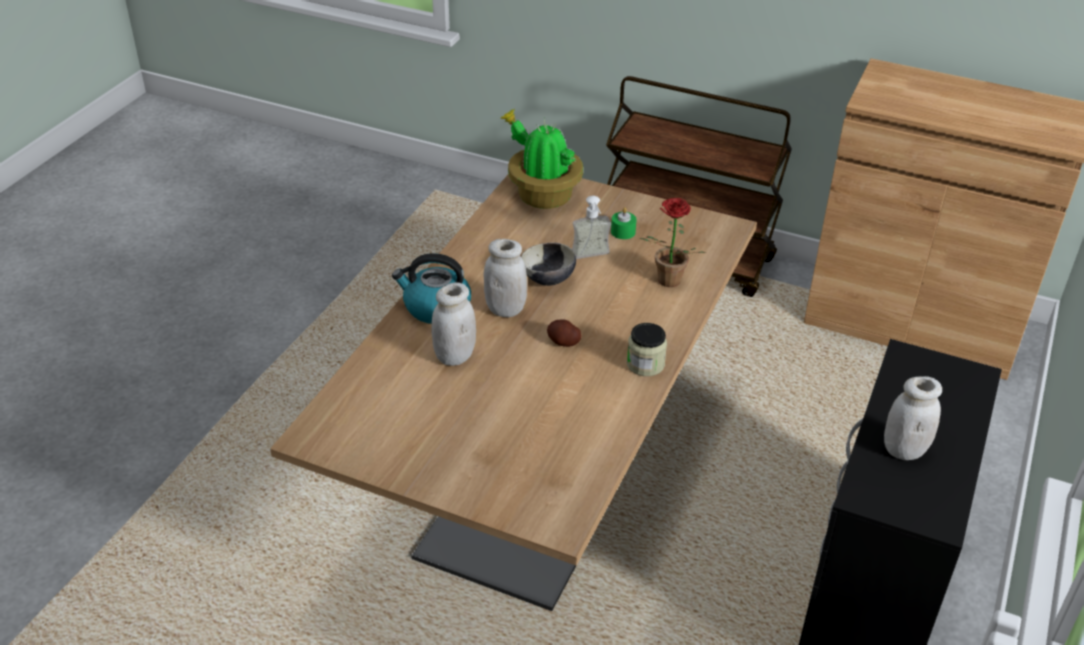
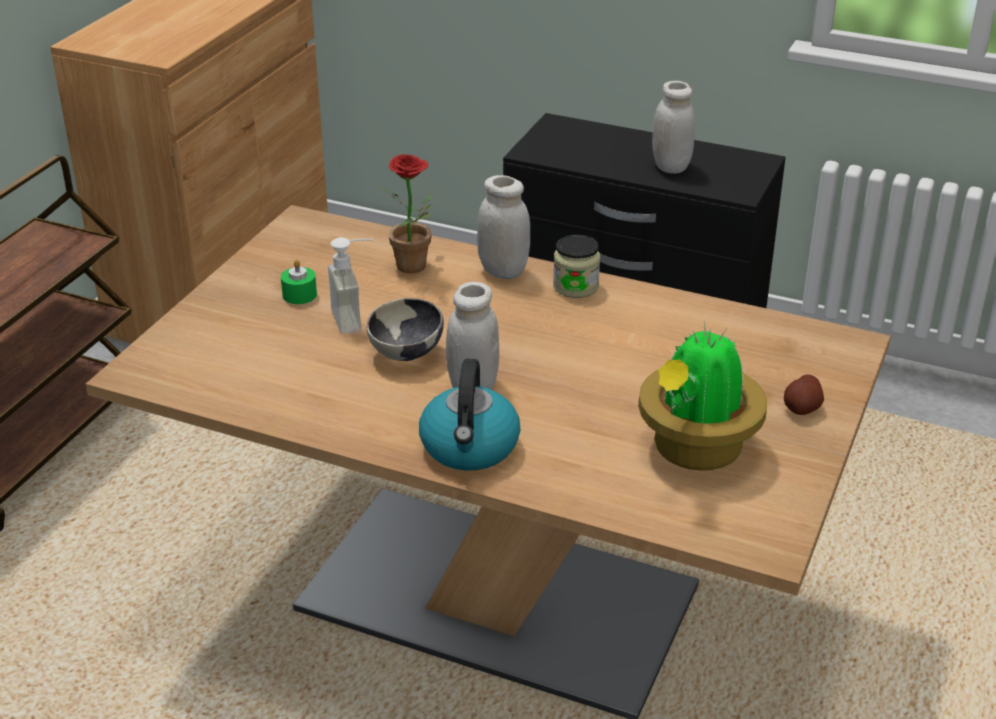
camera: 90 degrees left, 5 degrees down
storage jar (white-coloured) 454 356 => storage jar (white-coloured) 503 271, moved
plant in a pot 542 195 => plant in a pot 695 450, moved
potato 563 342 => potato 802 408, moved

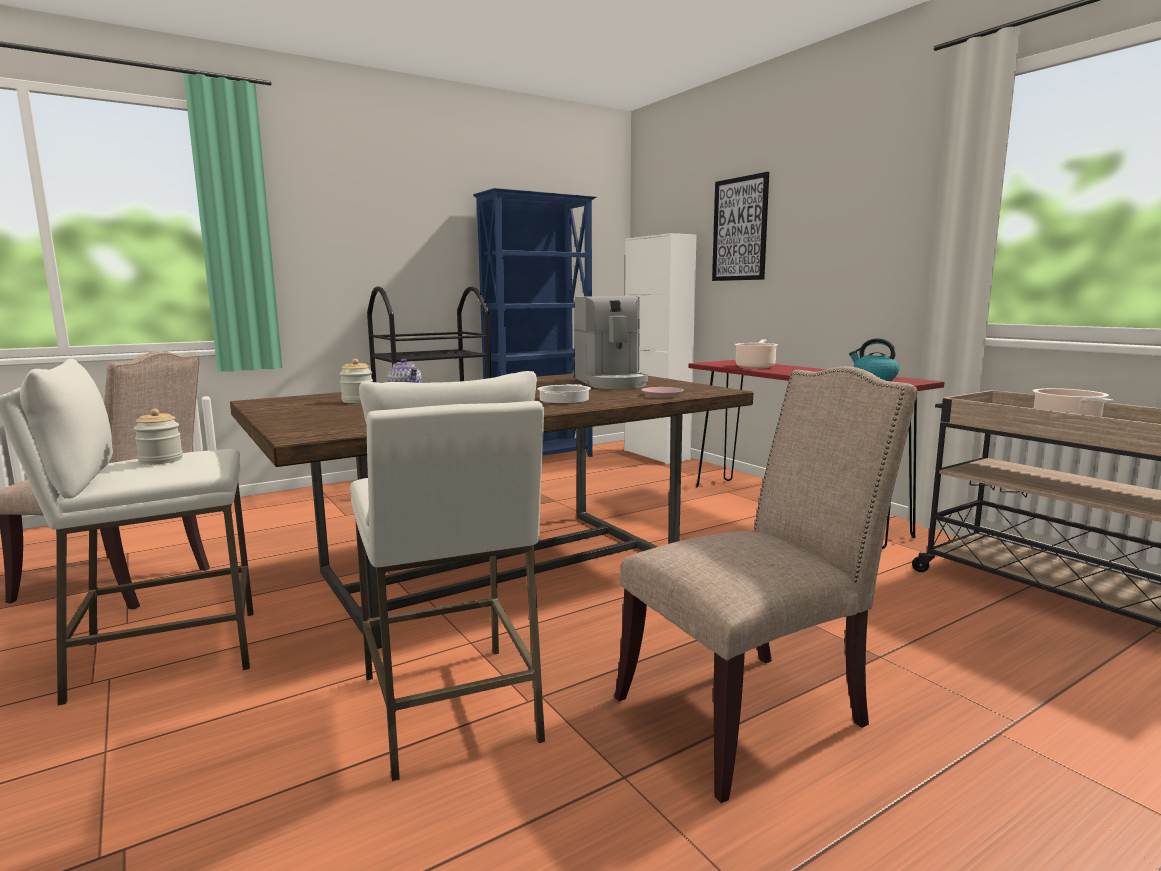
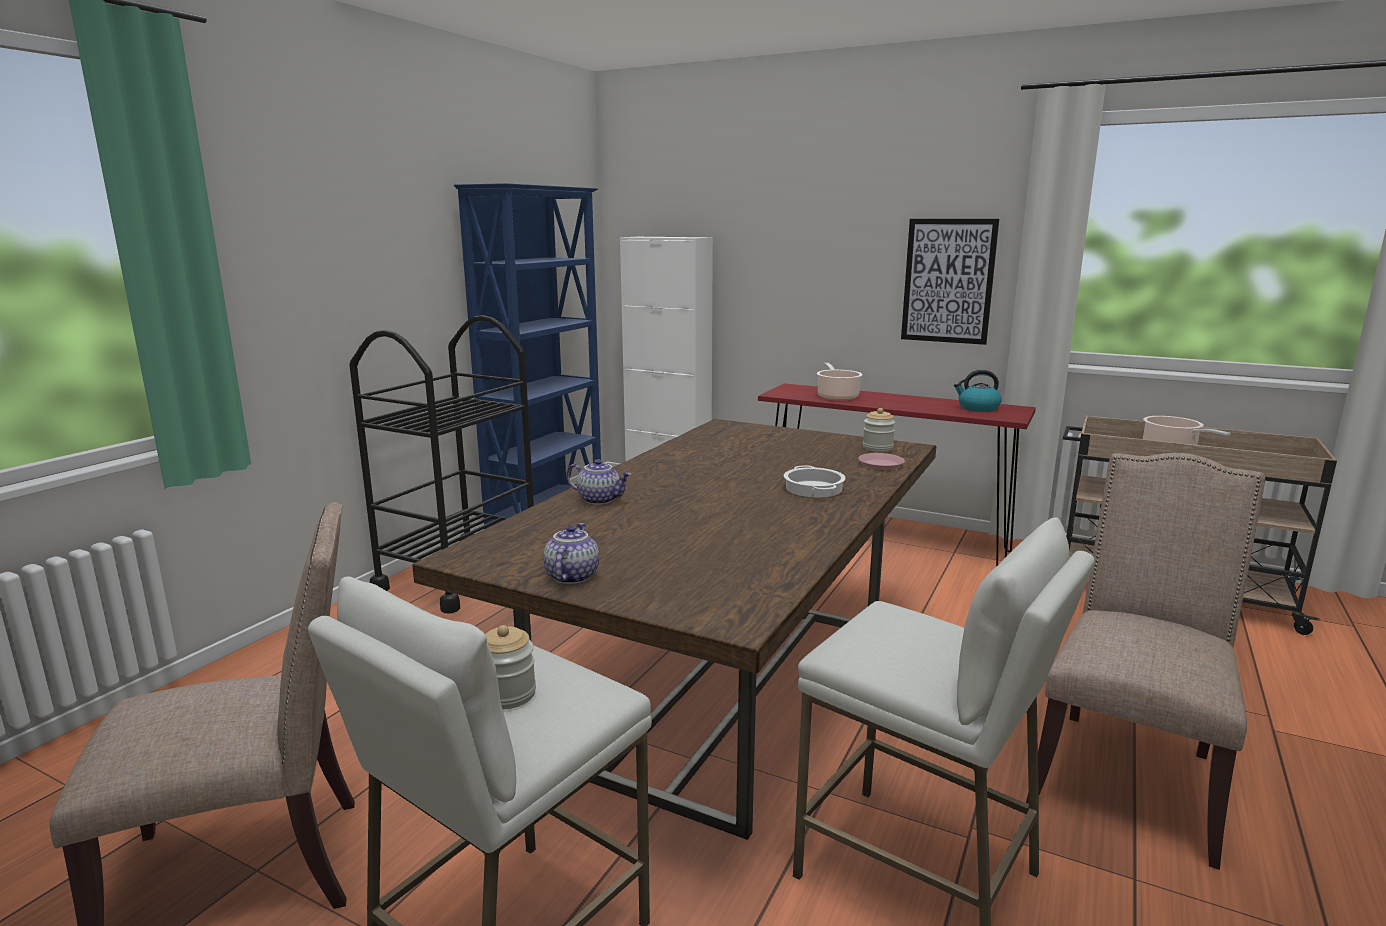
camera: 30 degrees left, 5 degrees up
storage jar 358 401 => storage jar 877 448, moved
coffee brewer 611 382 => nothing
wall picture 740 229 => wall picture 948 281, moved
nothing => teapot 571 576

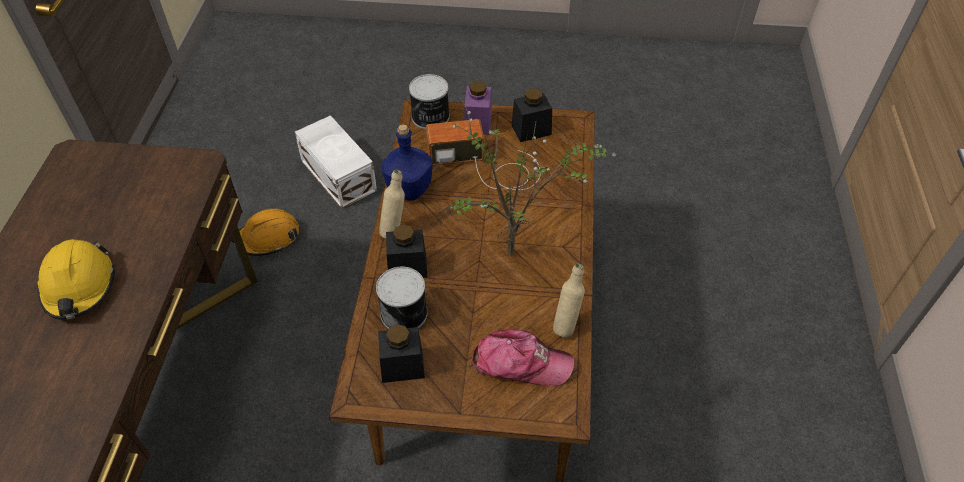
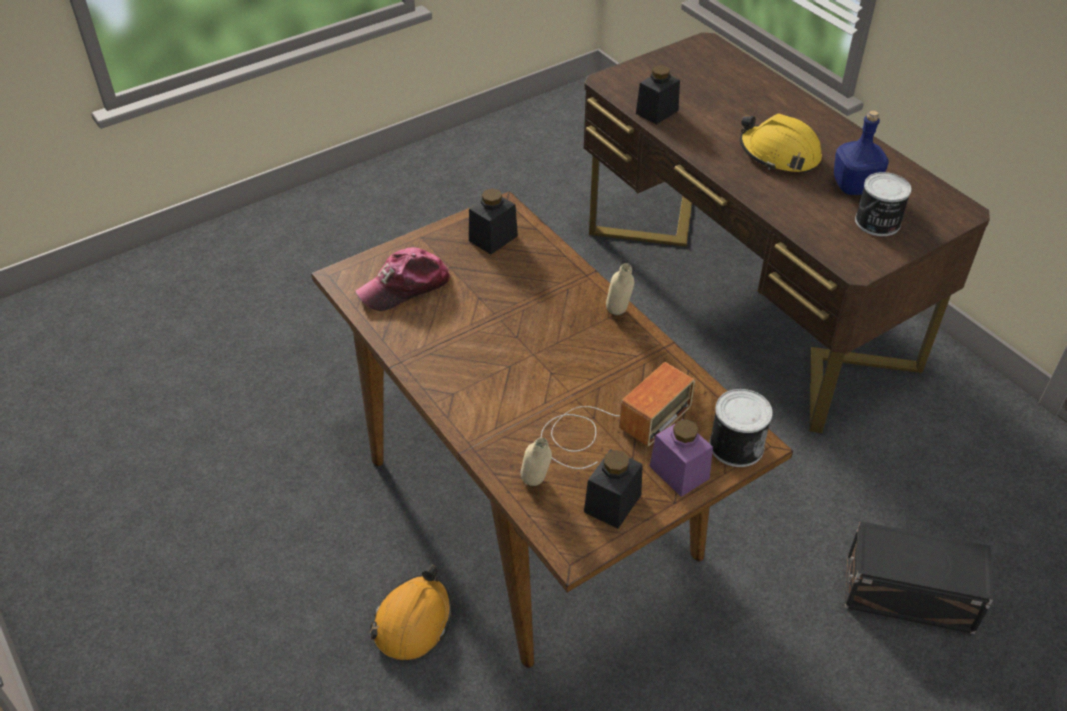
camera: 140 degrees right, 5 degrees down
work helmet (orangey) 268 238 => work helmet (orangey) 413 621, moved
storage bin (white-coloured) 339 174 => storage bin (black) 911 596
metal can 405 312 => metal can 877 223, moved
bottle (blue) 409 188 => bottle (blue) 854 187, moved
storage jar (black) 407 266 => storage jar (black) 657 112, moved
plant in a pot 517 253 => nothing
bottle (beige-coloured) 566 324 => bottle (beige-coloured) 536 488, moved

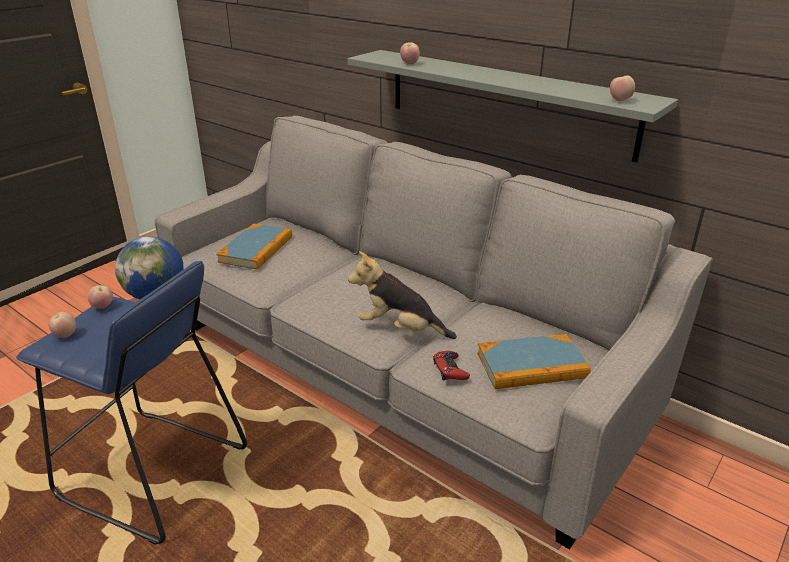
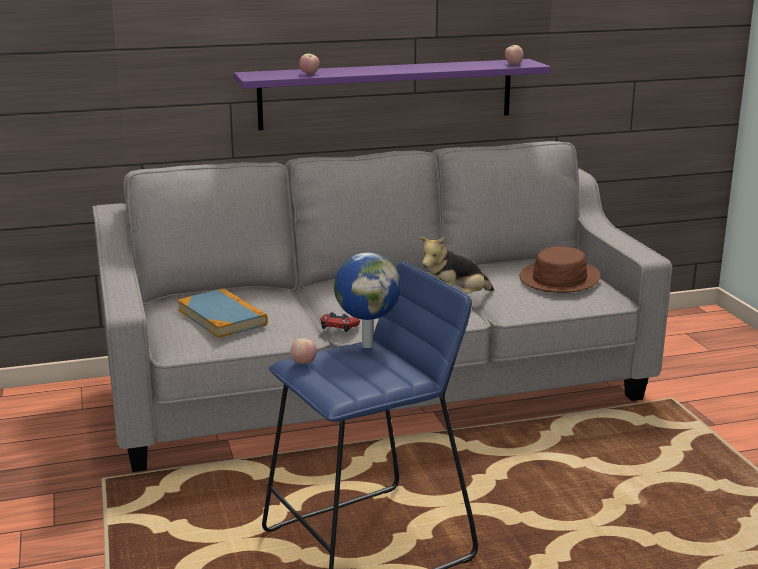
camera: 55 degrees left, 10 degrees down
whole apple 66 335 => nothing
shelf (gray) 506 102 => shelf (purple-coloured) 387 94
gamepad (red-coloured) 450 369 => gamepad (red-coloured) 339 326, moved
book 531 365 => wearable hat (brownish) 560 278

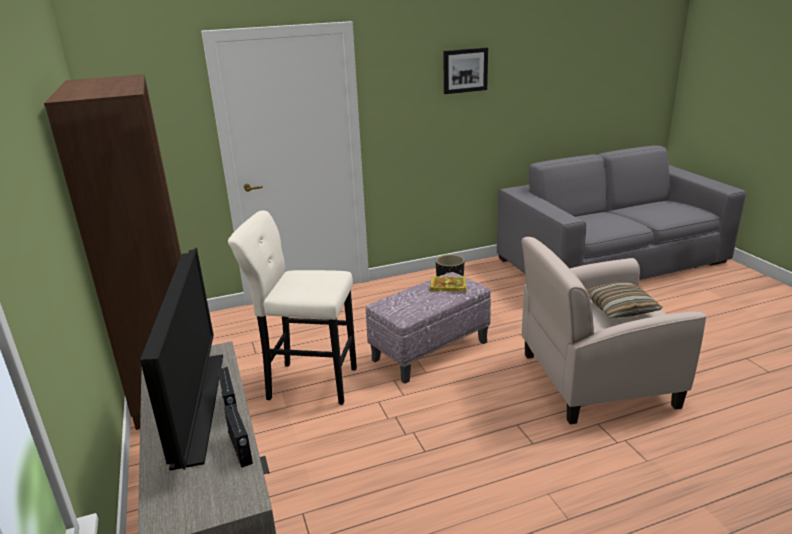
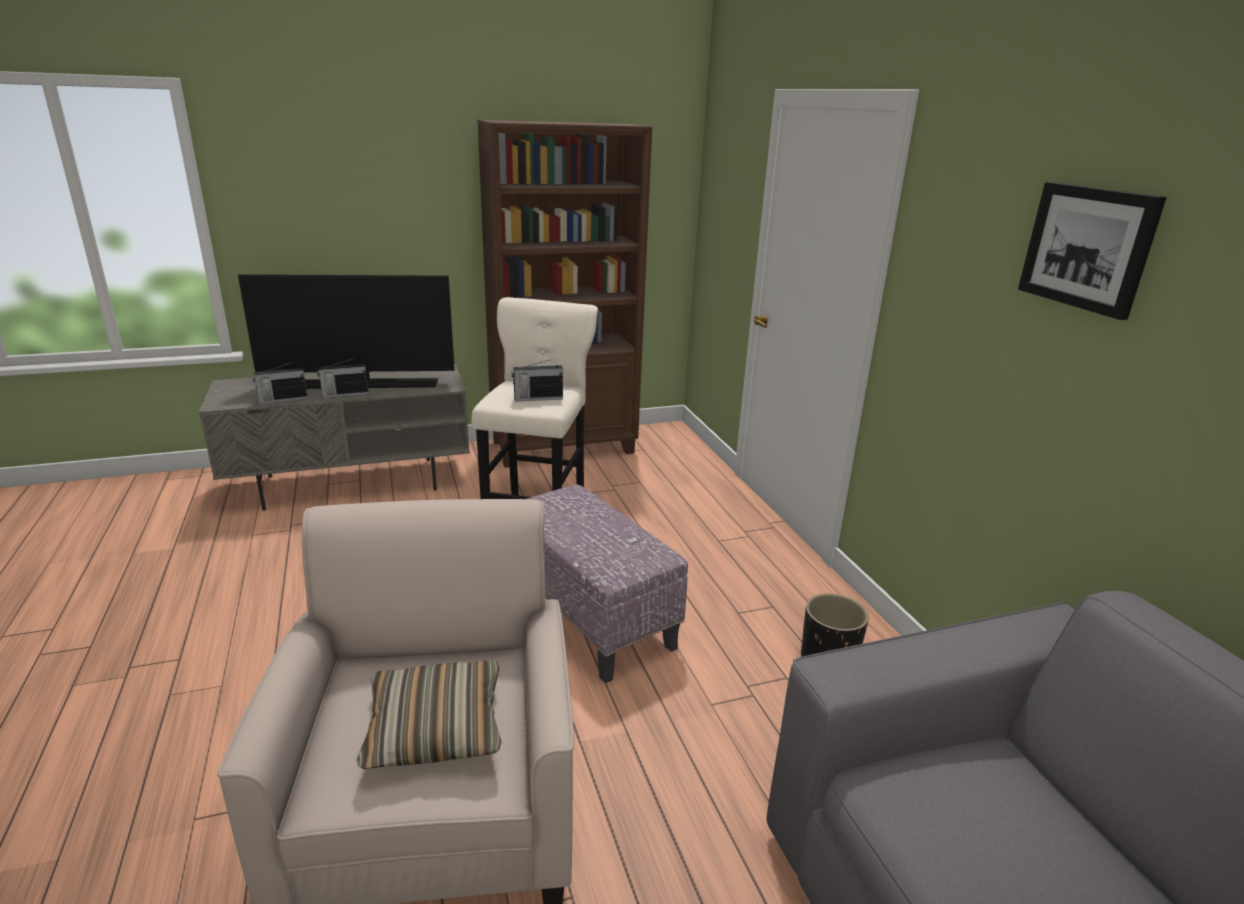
camera: 90 degrees right, 0 degrees up
book 447 286 => nothing
nothing => radio receiver 537 398

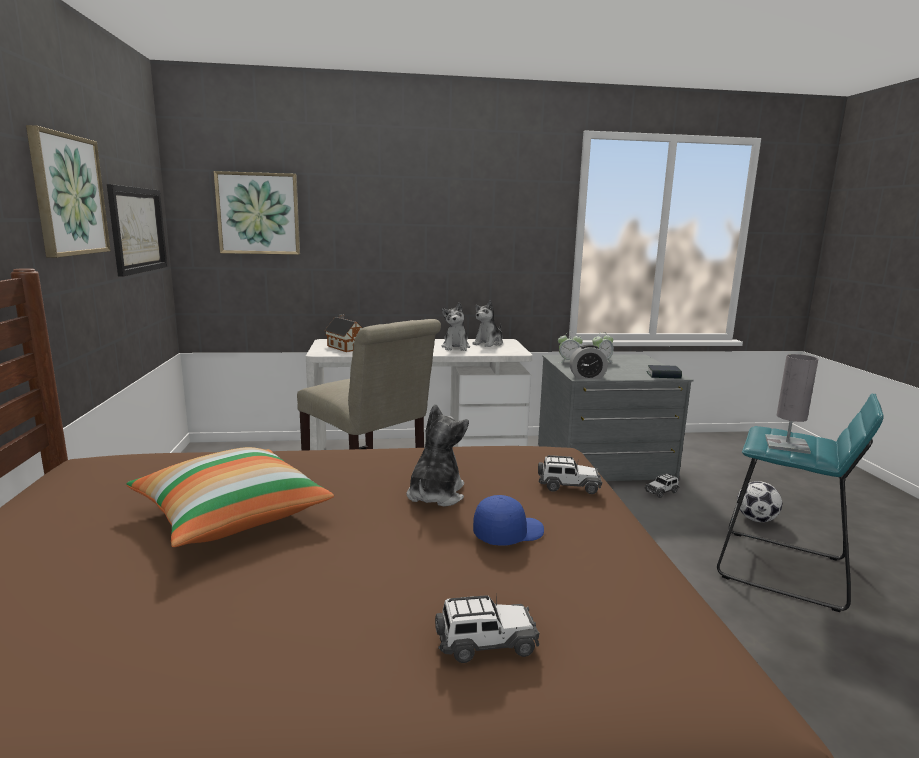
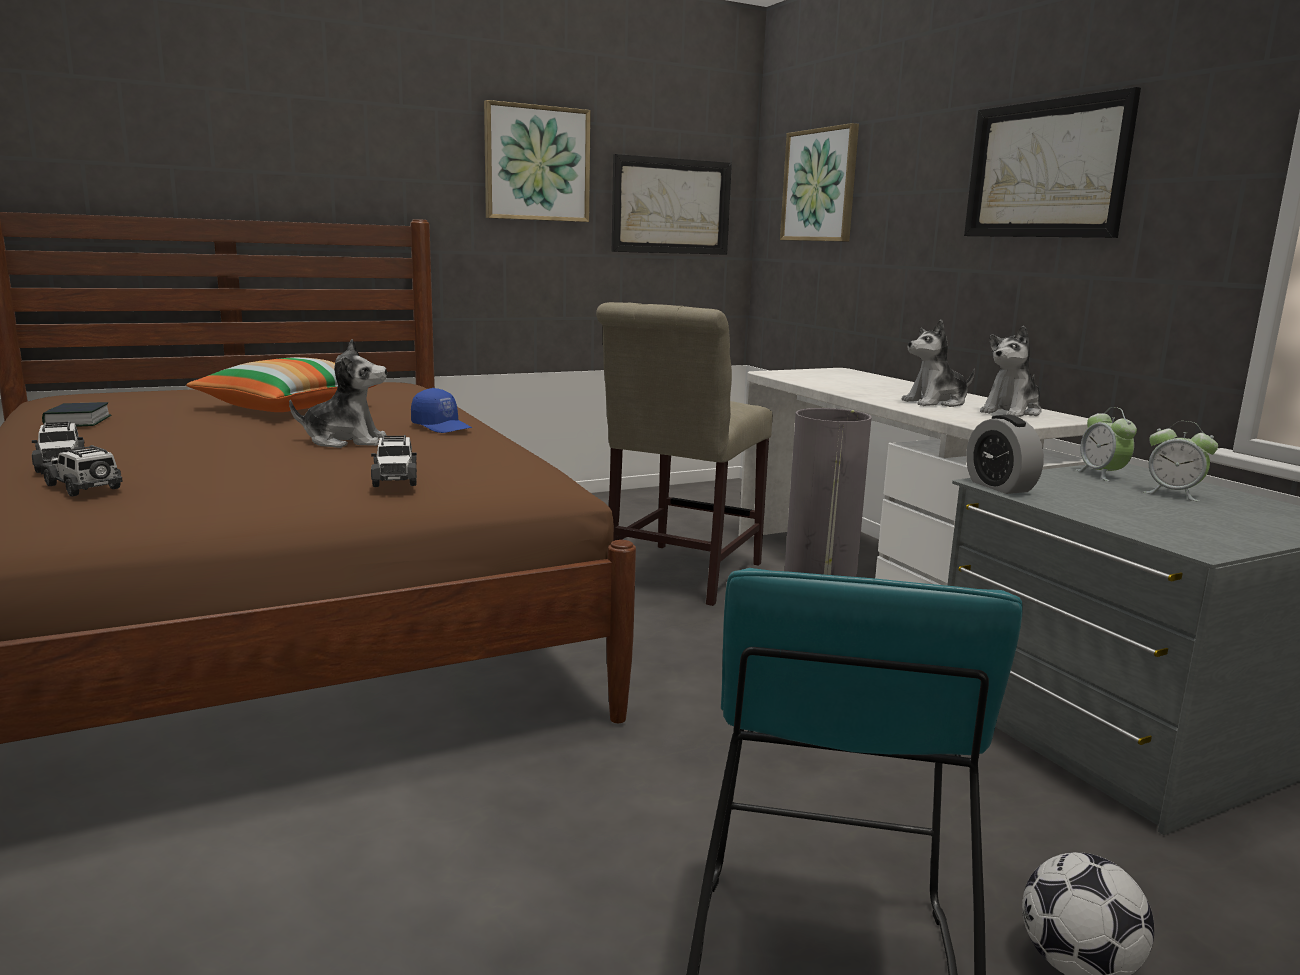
camera: 70 degrees right, 0 degrees up
toy house 346 347 => nothing
cuddly toy 488 343 => cuddly toy 1011 412, 60 degrees counterclockwise
cap (blue) 508 533 => cap (blue) 442 427, moved
miniature car 661 492 => miniature car 84 487, moved
book 663 375 => book 78 422, moved
nothing => wall picture 1046 169

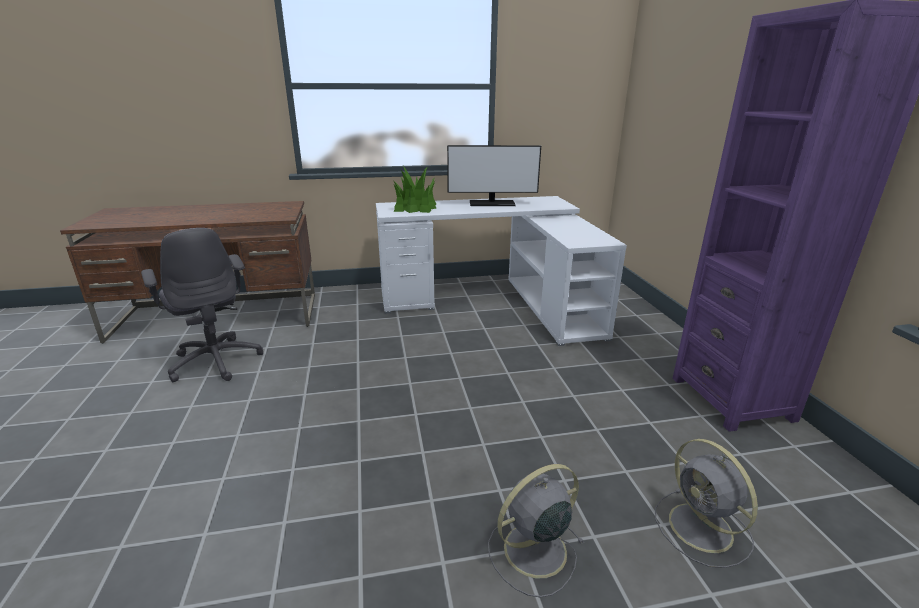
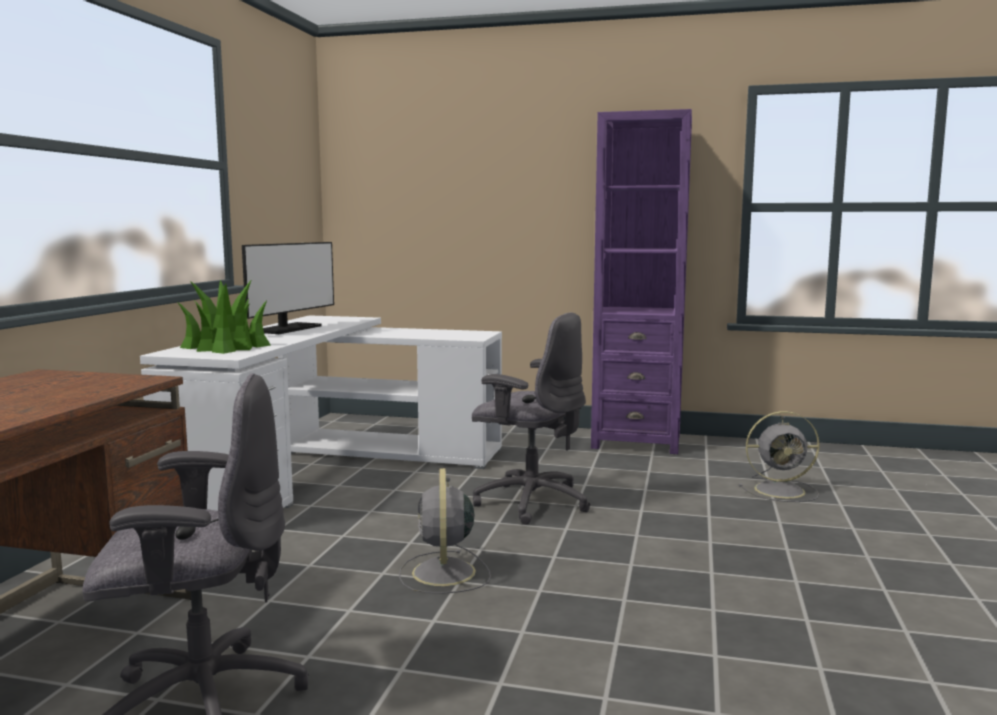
camera: 65 degrees left, 15 degrees down
fan (gray) 532 551 => fan (gray) 443 574, moved
nothing => computer chair (gray) 530 502

